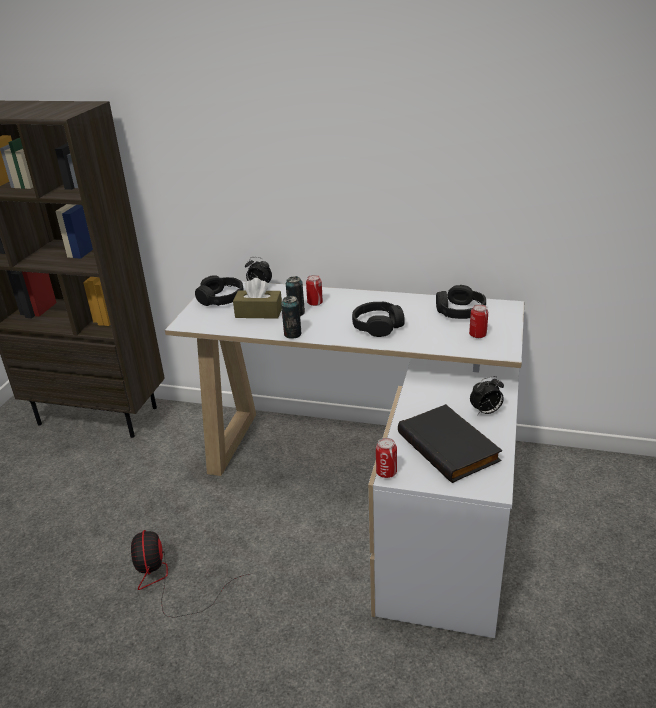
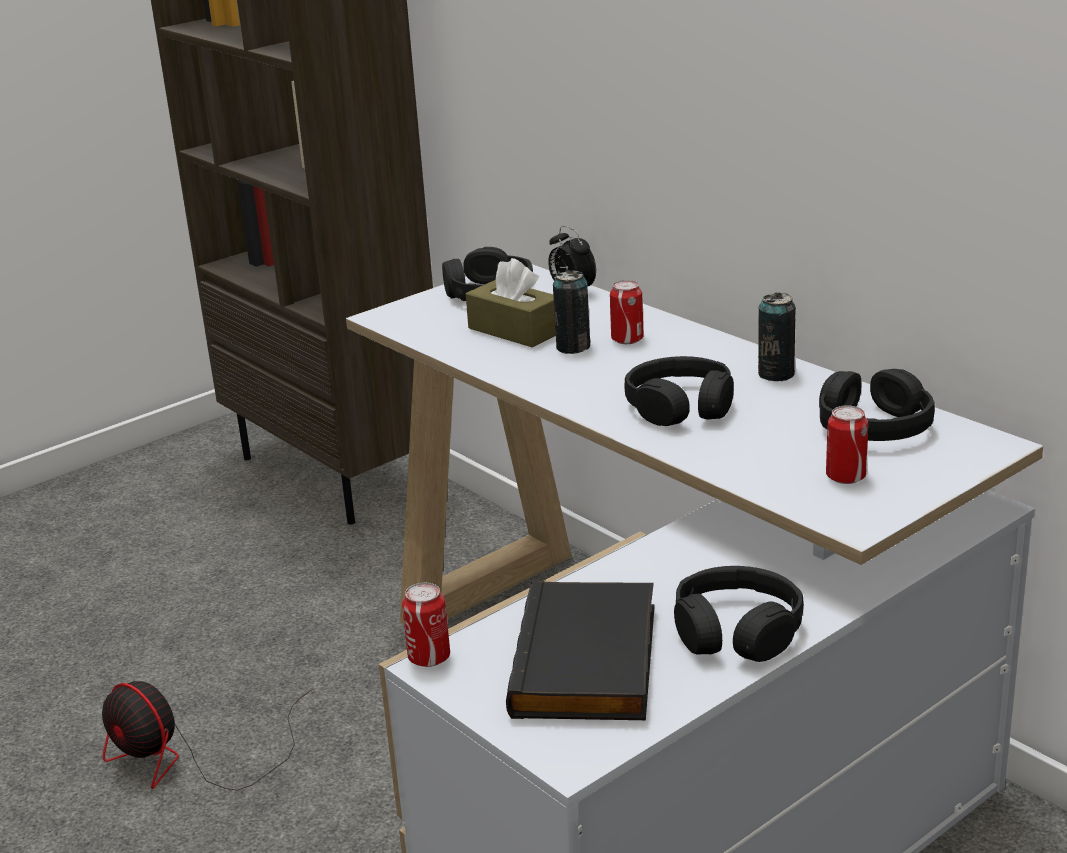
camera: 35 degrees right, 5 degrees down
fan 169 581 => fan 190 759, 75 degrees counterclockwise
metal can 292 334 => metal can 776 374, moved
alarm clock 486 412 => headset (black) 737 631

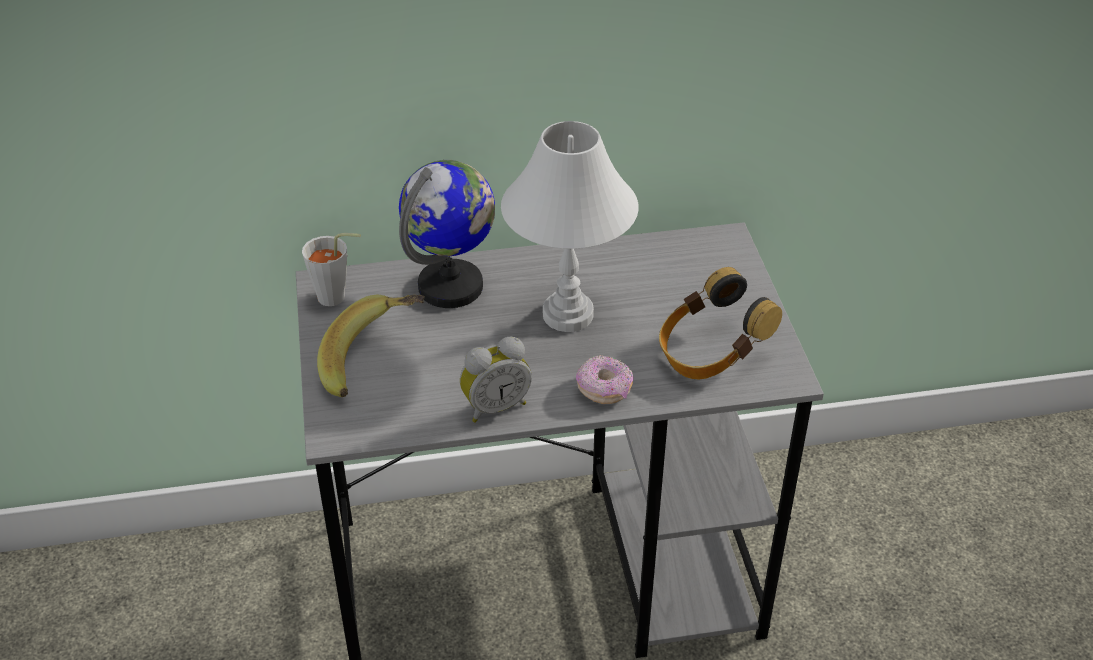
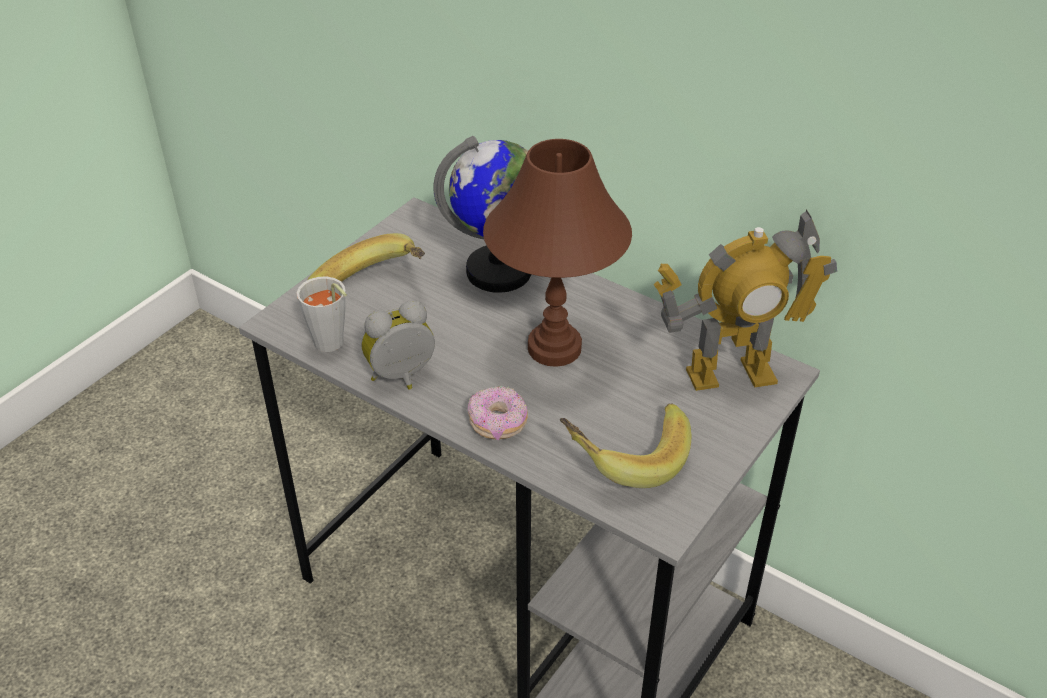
camera: 45 degrees right, 0 degrees up
cup (gray) 337 298 => cup (gray) 332 346, moved
alarm clock 494 406 => alarm clock 403 378, 135 degrees clockwise
tabletop lamp (white-coloured) 568 315 => tabletop lamp (brownish) 554 349
headset 710 353 => banana fruit 625 456
nothing => model robot 730 374

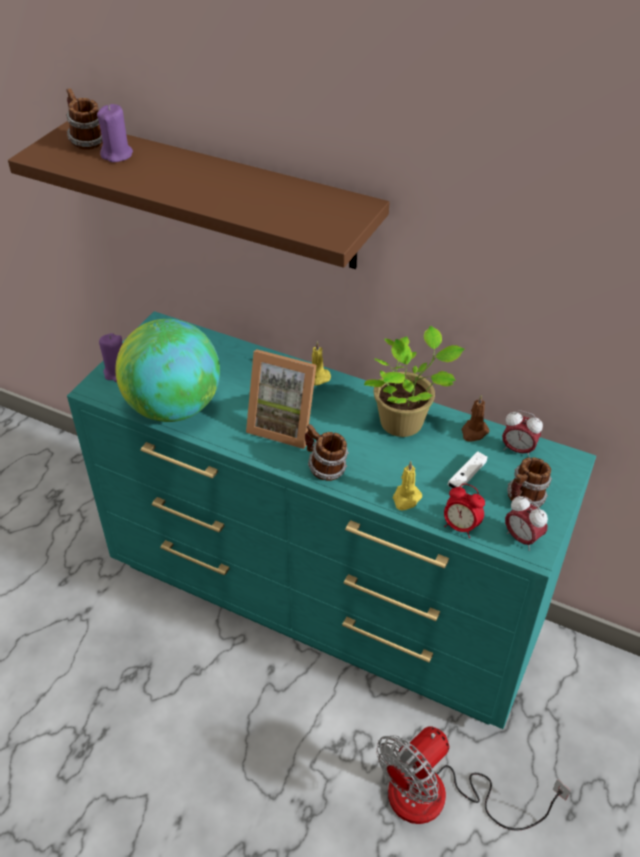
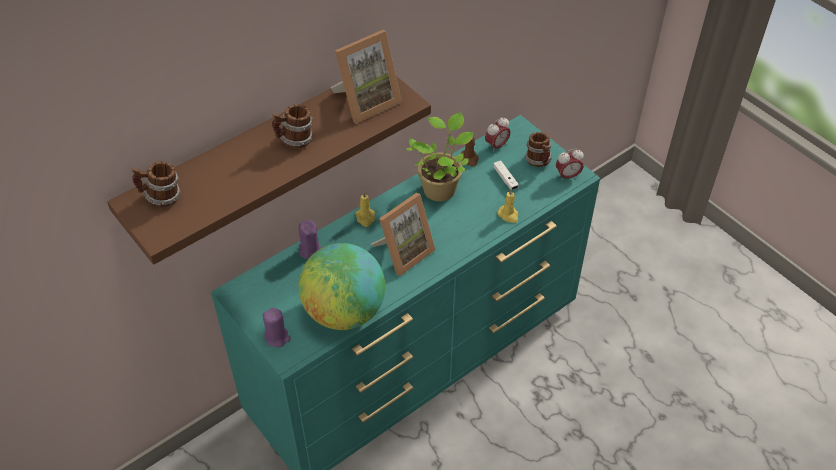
camera: 65 degrees left, 5 degrees up
wax candle (purple-coloured) 117 155 => wax candle (purple-coloured) 309 250, moved
tea mug 325 468 => tea mug 295 141, moved
fan 439 798 => nothing
alarm clock 460 527 => nothing
nothing => photo frame 366 101

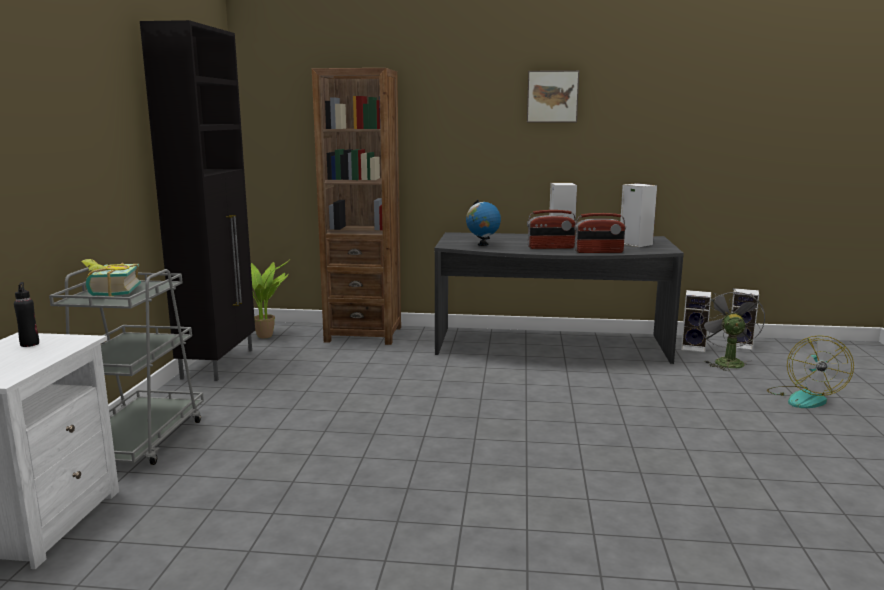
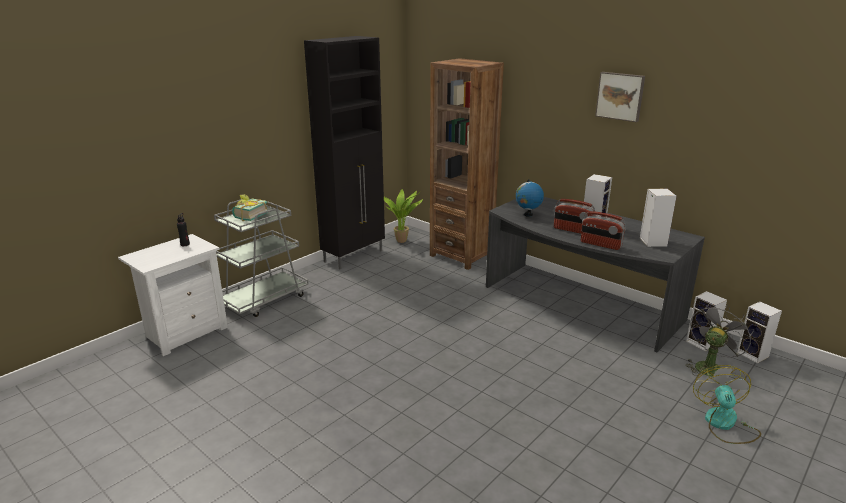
camera: 35 degrees right, 10 degrees up
fan 804 398 => fan 724 424, 135 degrees clockwise

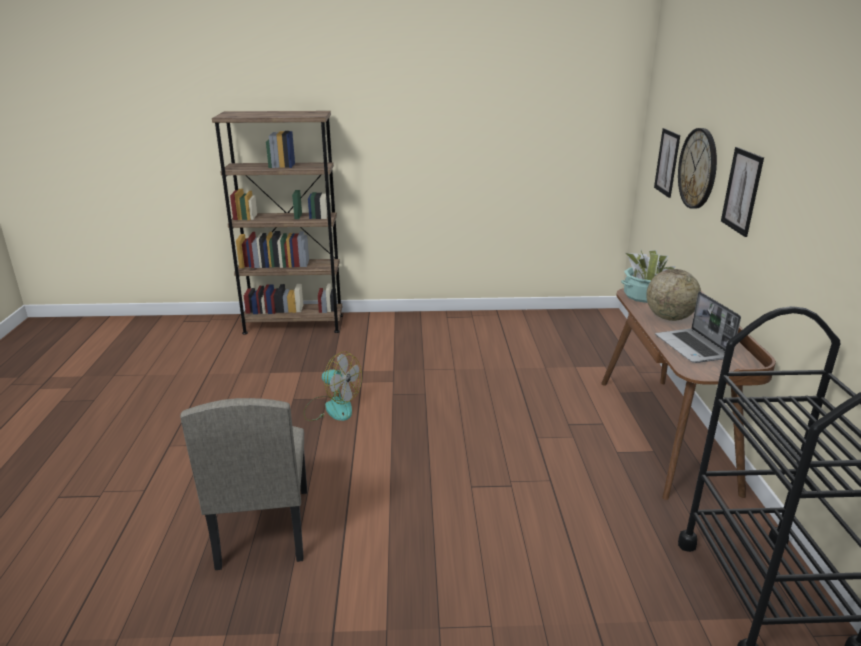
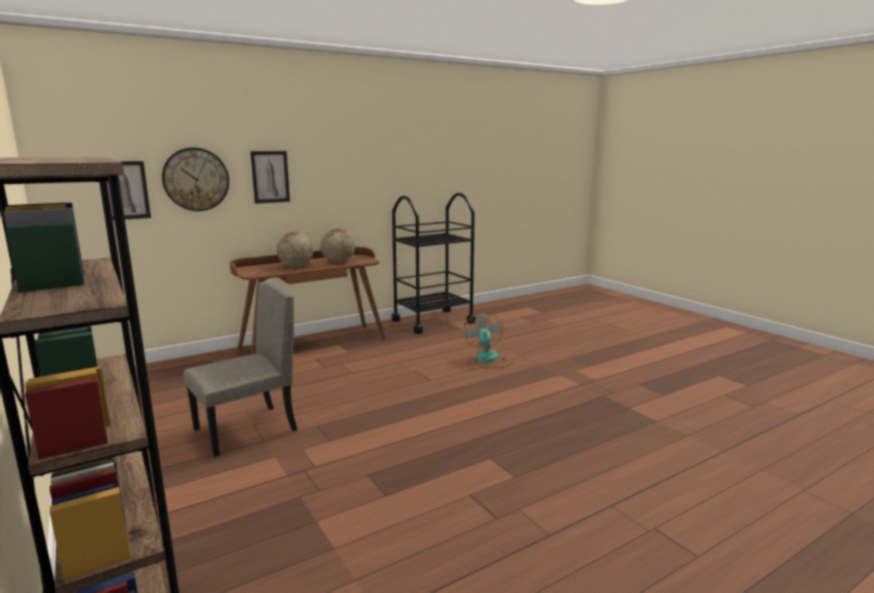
camera: 120 degrees left, 10 degrees down
plain chair (beige-coloured) 262 527 => plain chair (beige-coloured) 246 430, moved
fan 332 408 => fan 488 360, moved
plant in a pot 643 296 => nothing
laptop 693 347 => desk globe 338 262

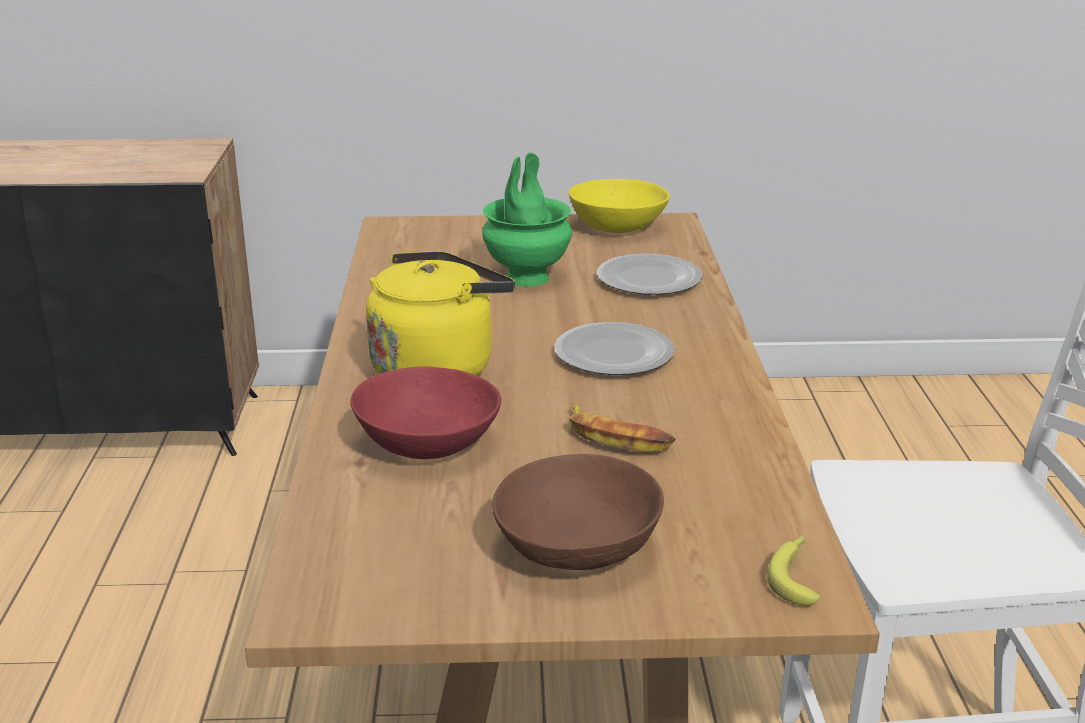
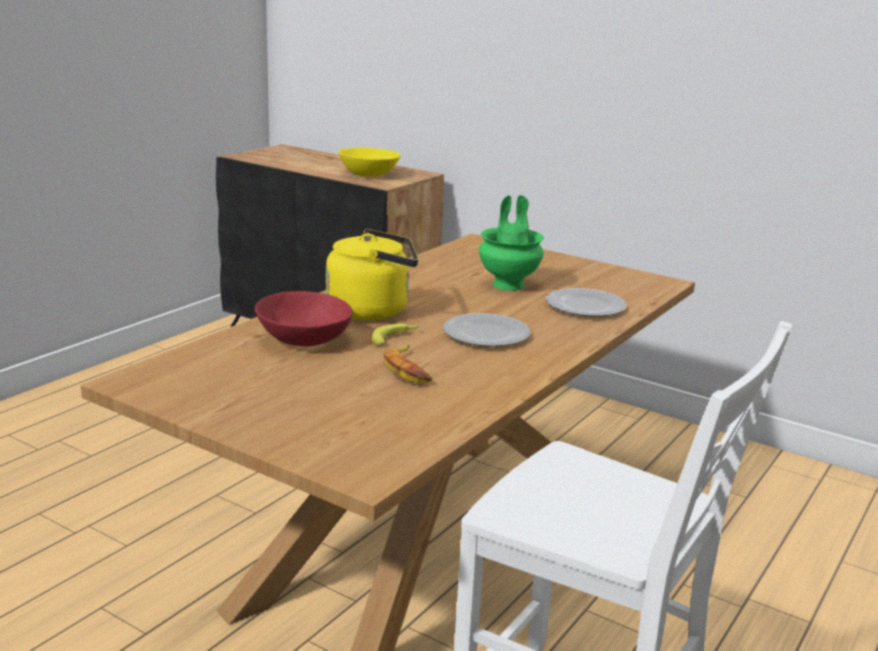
camera: 35 degrees right, 5 degrees down
deep dish (brownish) 577 547 => nothing
deep dish (yellowish) 618 227 => deep dish (yellowish) 368 175, moved
banana fruit 796 575 => banana fruit 395 338, moved

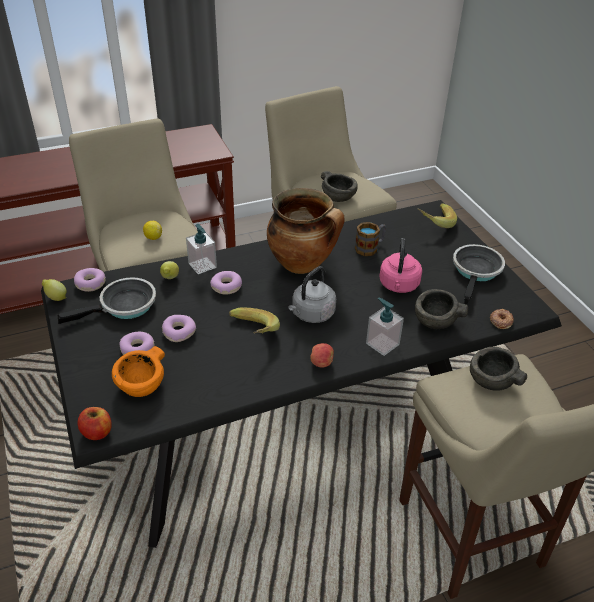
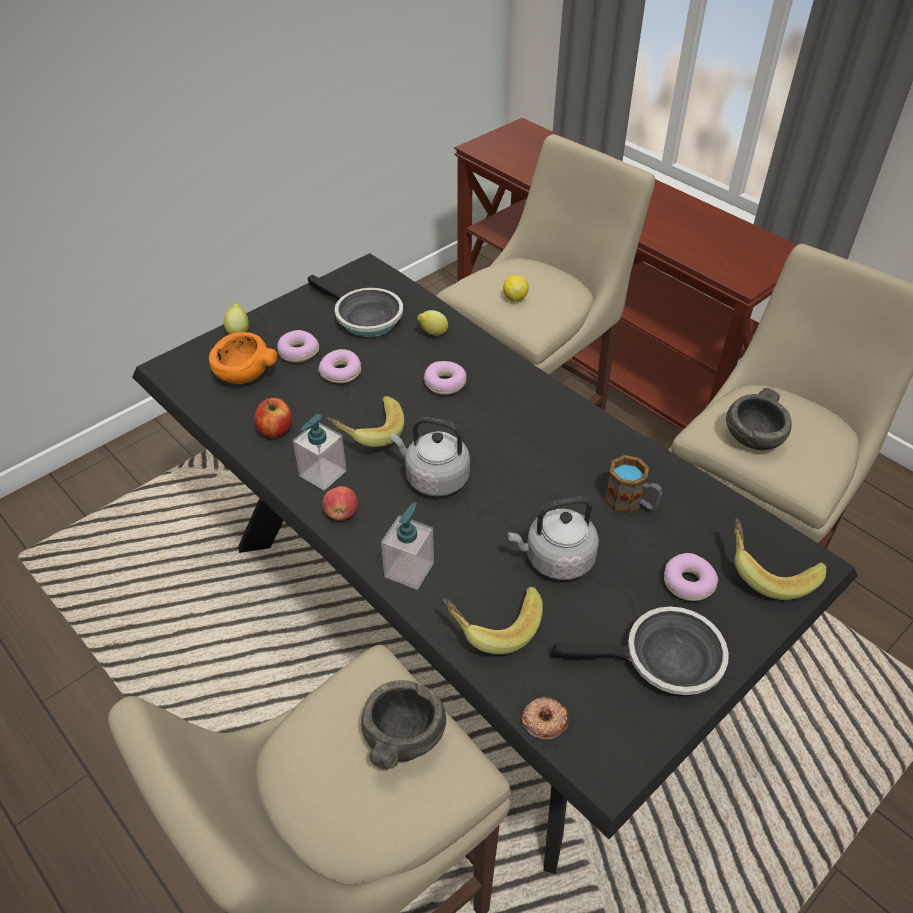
camera: 70 degrees right, 5 degrees up
whole lemon 56 298 => whole lemon 238 332, moved
donut 90 284 => donut 688 583, moved
whole apple 97 432 => whole apple 275 430, moved
soap dispenser 202 265 => soap dispenser 322 473, moved
cooking pot 303 264 => nothing
kettle (pink-coloured) 398 286 => kettle (gray) 555 559
deep dish (gray) 434 321 => banana fruit 492 624

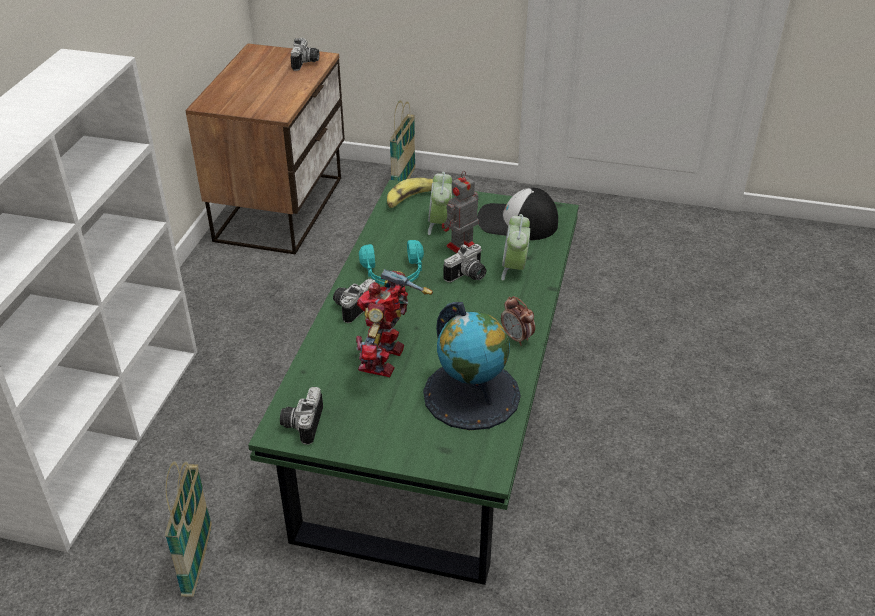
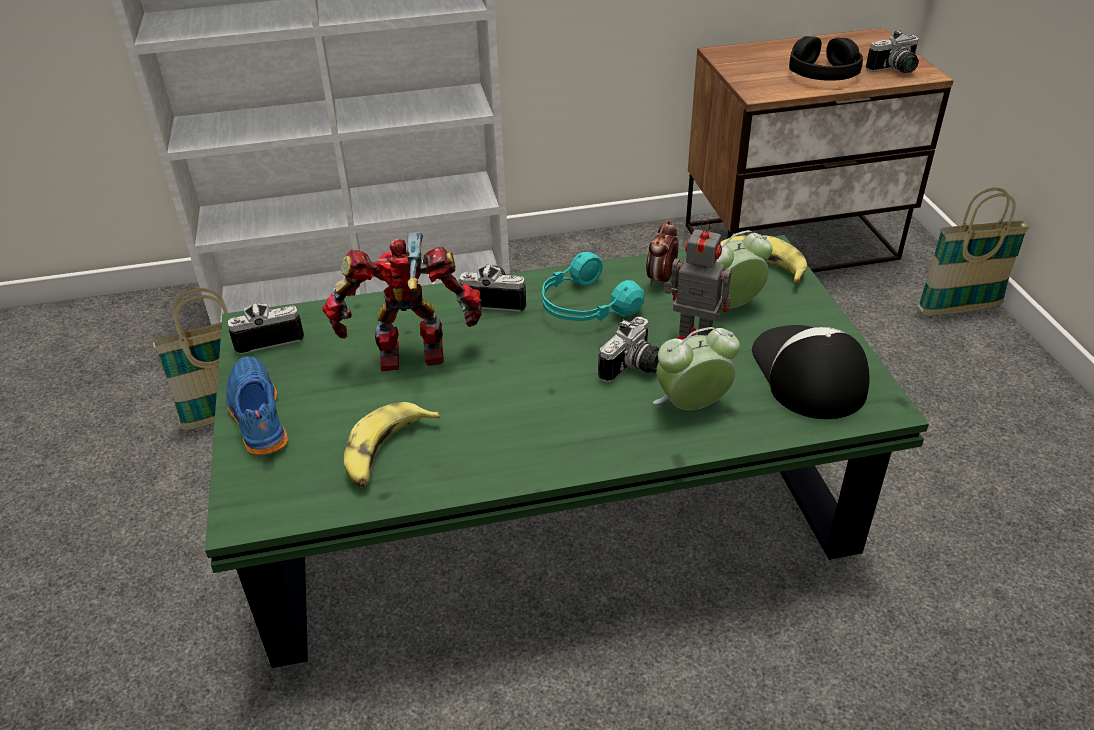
camera: 65 degrees right, 0 degrees up
desk globe 472 394 => banana fruit 386 452
photo camera 468 276 => photo camera 634 368, 75 degrees counterclockwise
alarm clock 517 338 => alarm clock 661 279, moved
nothing => shoe (blue) 256 417
nothing => headset (black) 823 73

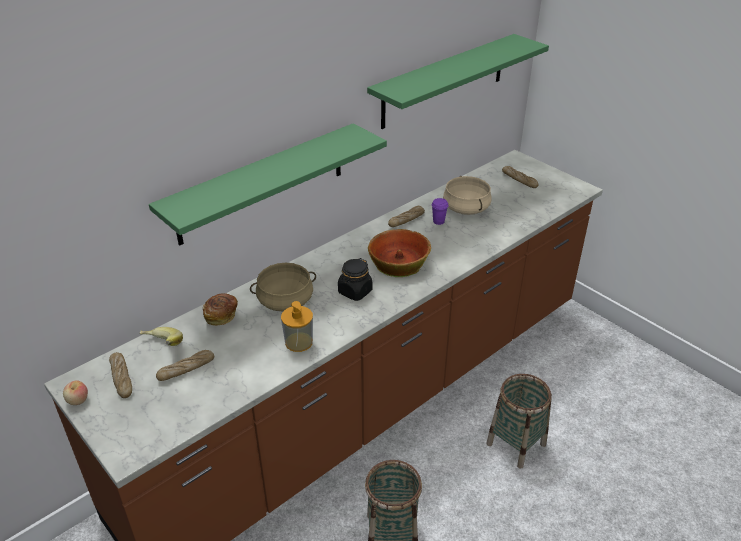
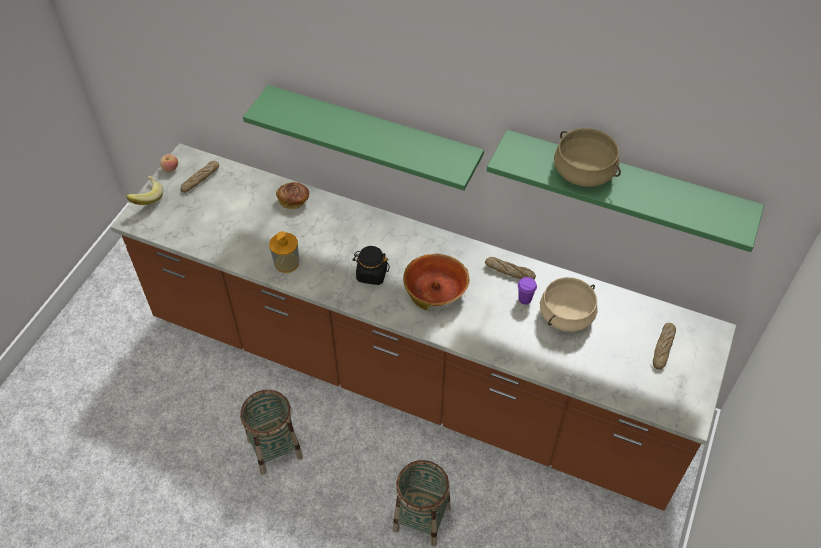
camera: 65 degrees right, 15 degrees up
banana fruit 162 347 => banana fruit 146 197, moved
bread 186 369 => nothing
cooking pot (beige-coloured) 285 300 => cooking pot (beige-coloured) 584 172, moved

